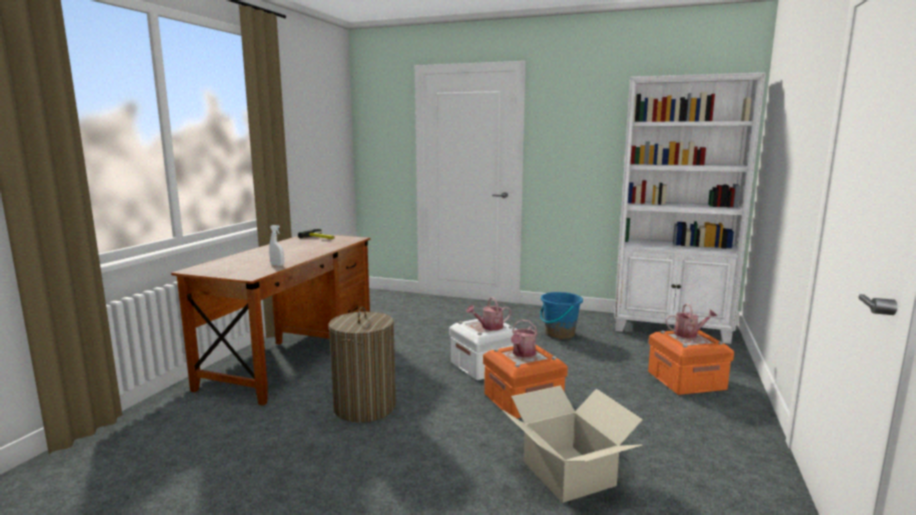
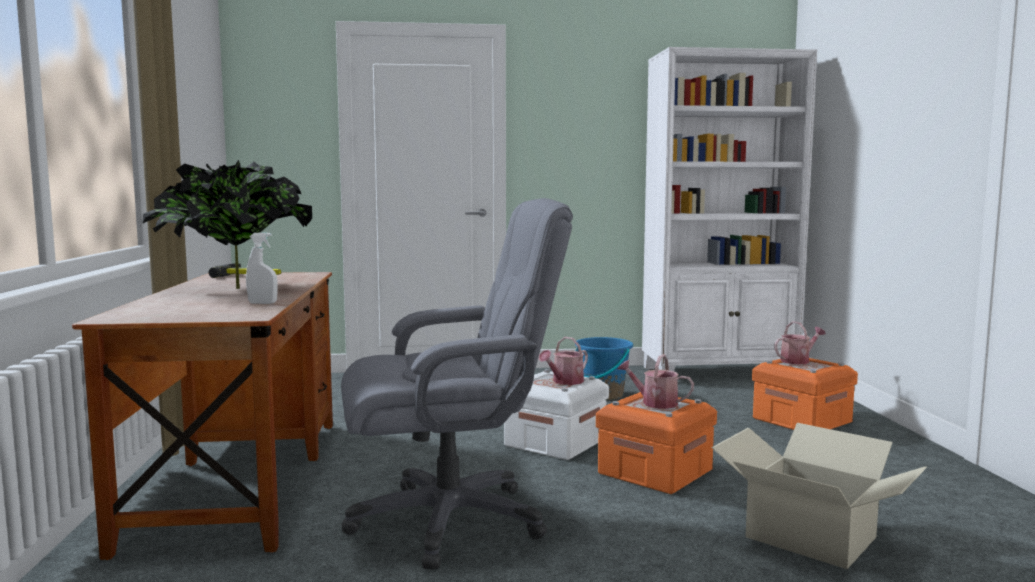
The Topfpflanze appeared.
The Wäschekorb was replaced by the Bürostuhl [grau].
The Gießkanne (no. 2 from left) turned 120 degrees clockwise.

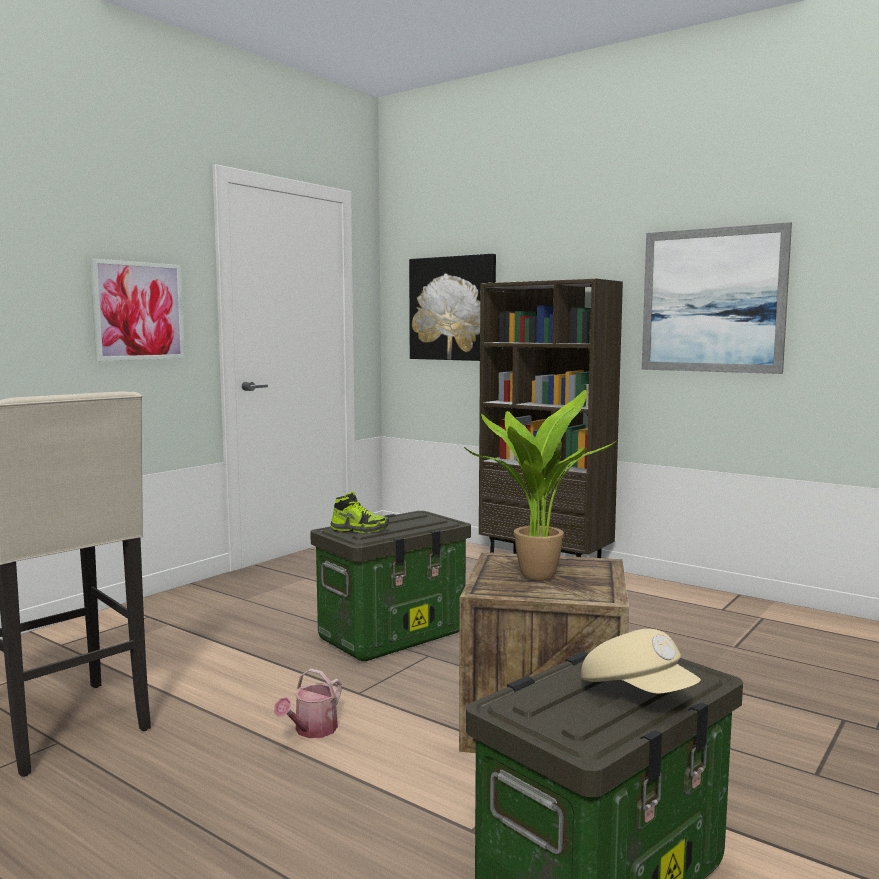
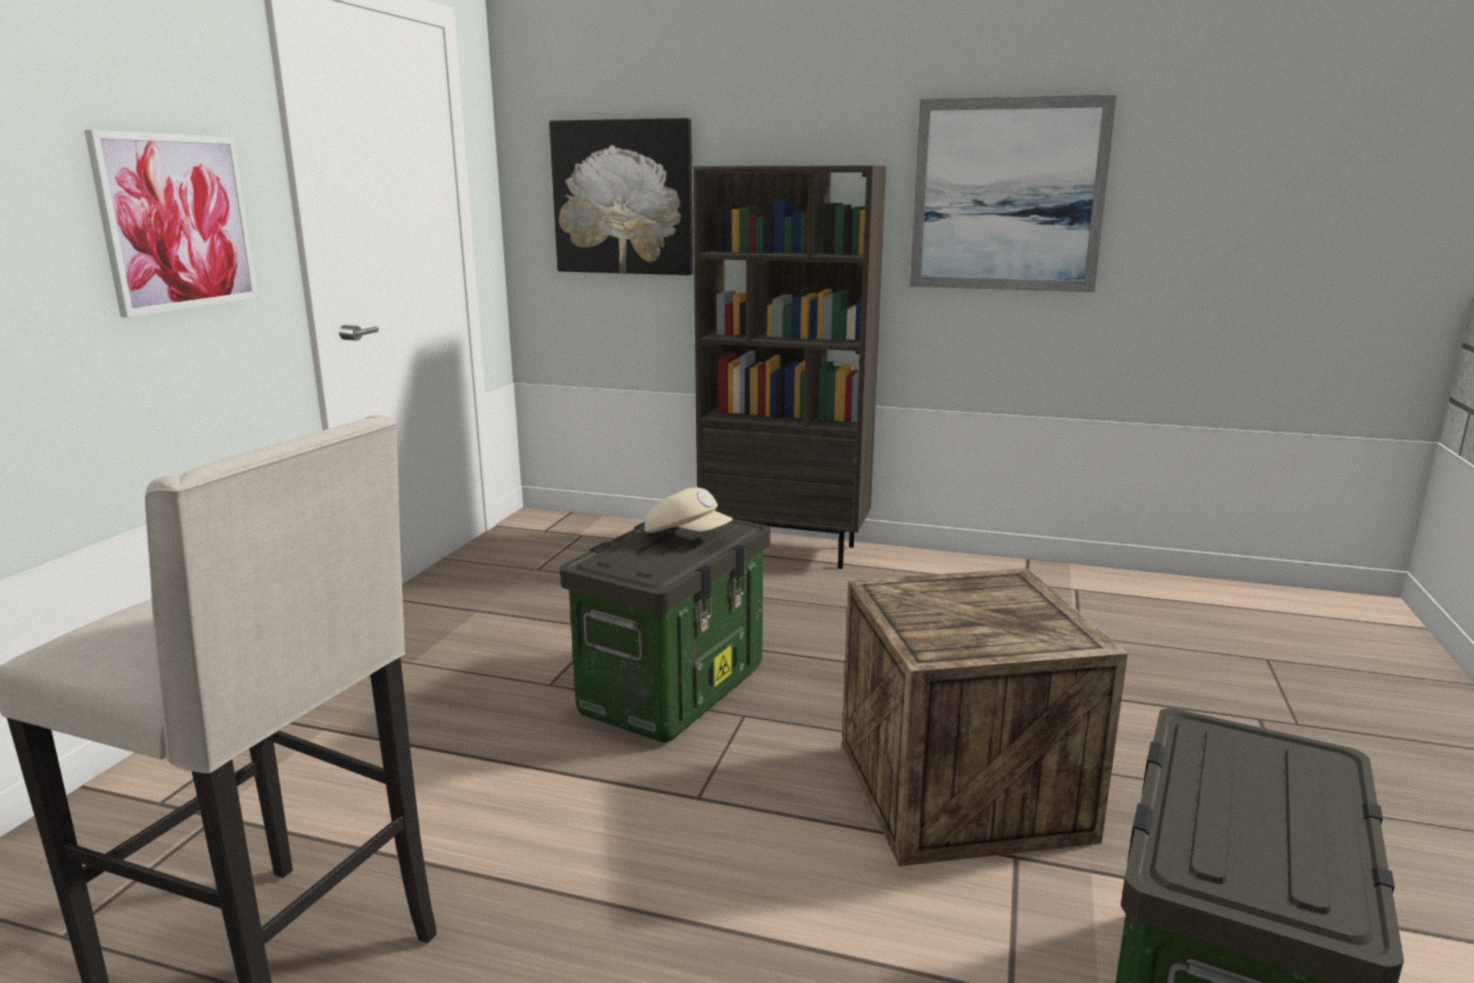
The Kappe [beige] moved.
The Gießkanne disappeared.
The Schuh disappeared.
The Topfpflanze disappeared.

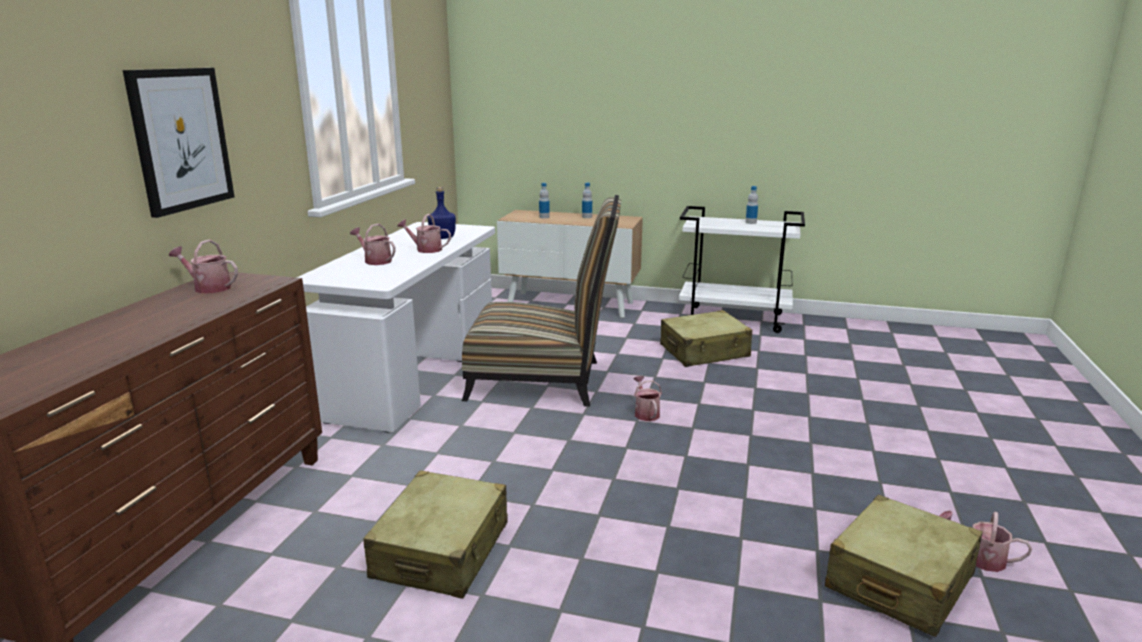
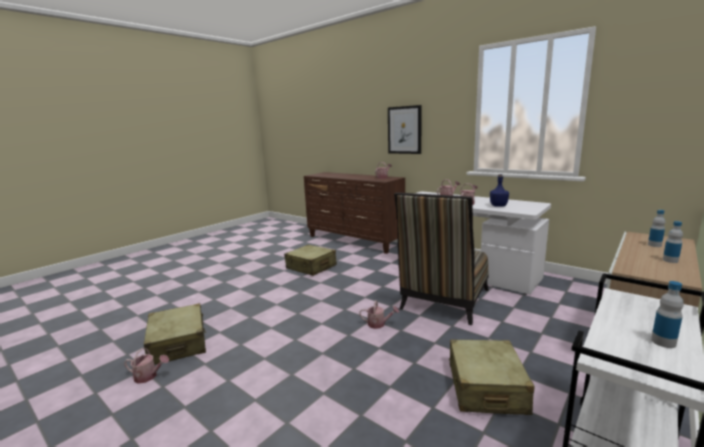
The Gießkanne (no. 5 from left in the first image) turned 45 degrees clockwise.

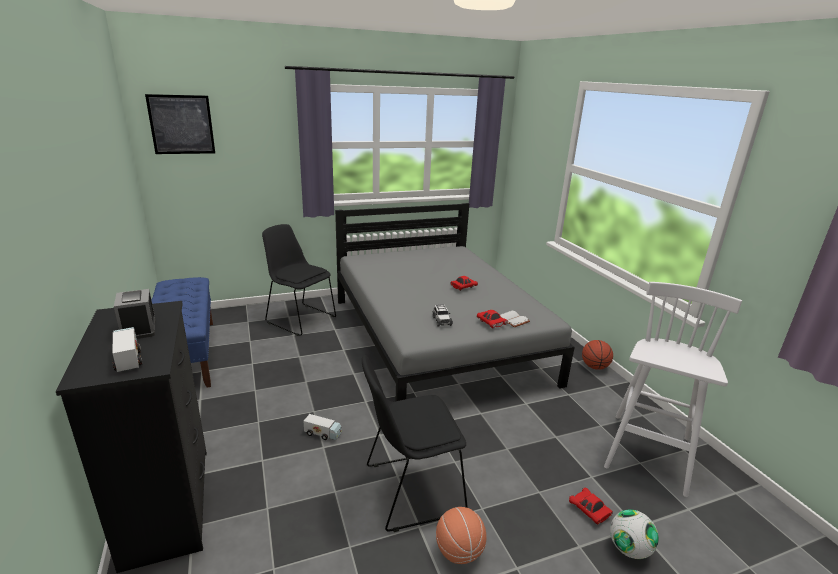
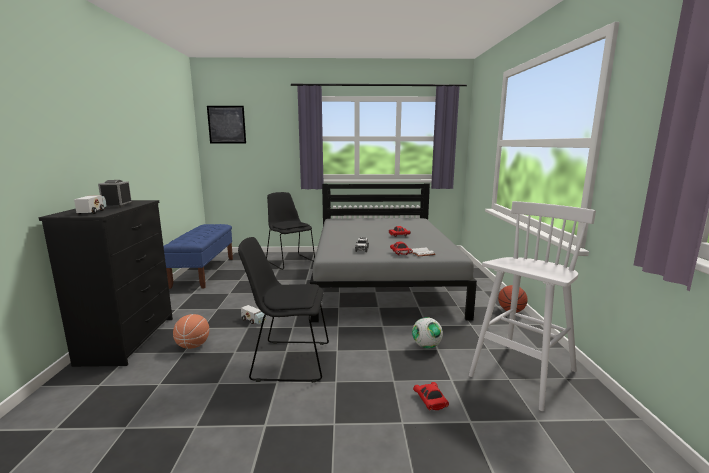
The Basketball (no. 1 from left) moved.
The Fußball moved.

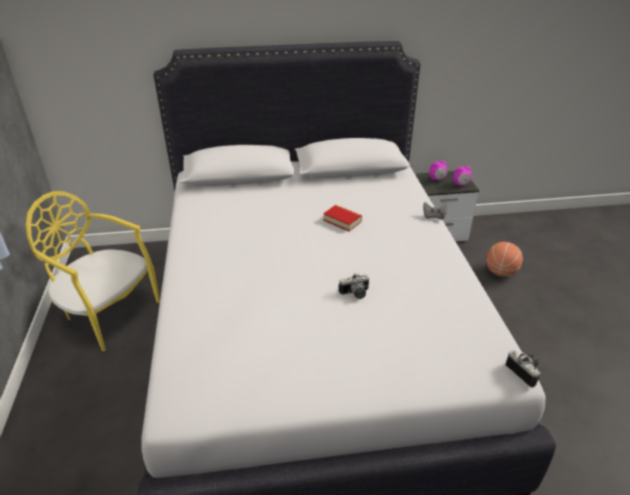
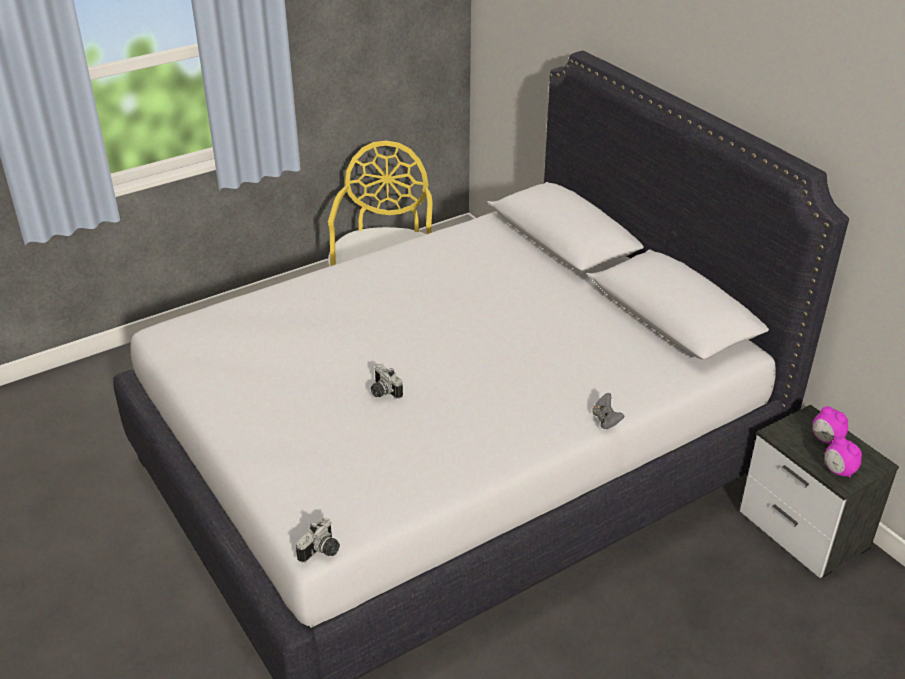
The Buch disappeared.
The Basketball disappeared.

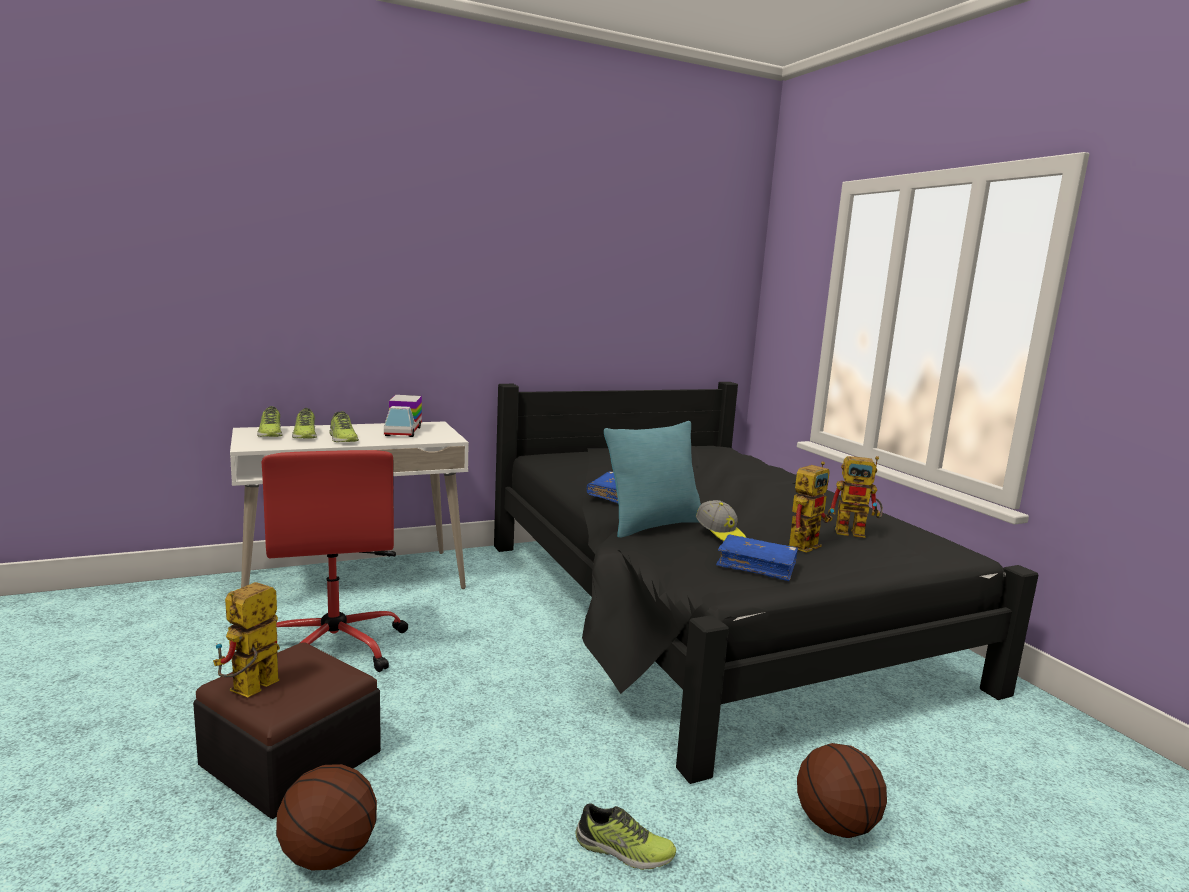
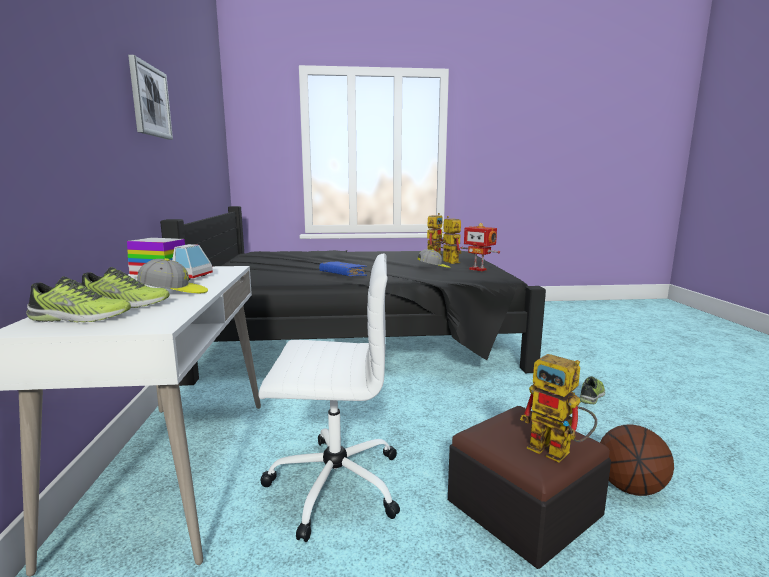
The Bild appeared.
The Schuh (no. 3 from left) was replaced by the Kappe (no. 1 from left).
The Bürostuhl [rot] became the Bürostuhl [weiß].
The Buch [blau] (no. 2 from left) was replaced by the Spielzeugroboter (no. 3 from left).
The Kissen [türkis] disappeared.
The Basketball (no. 2 from left) disappeared.

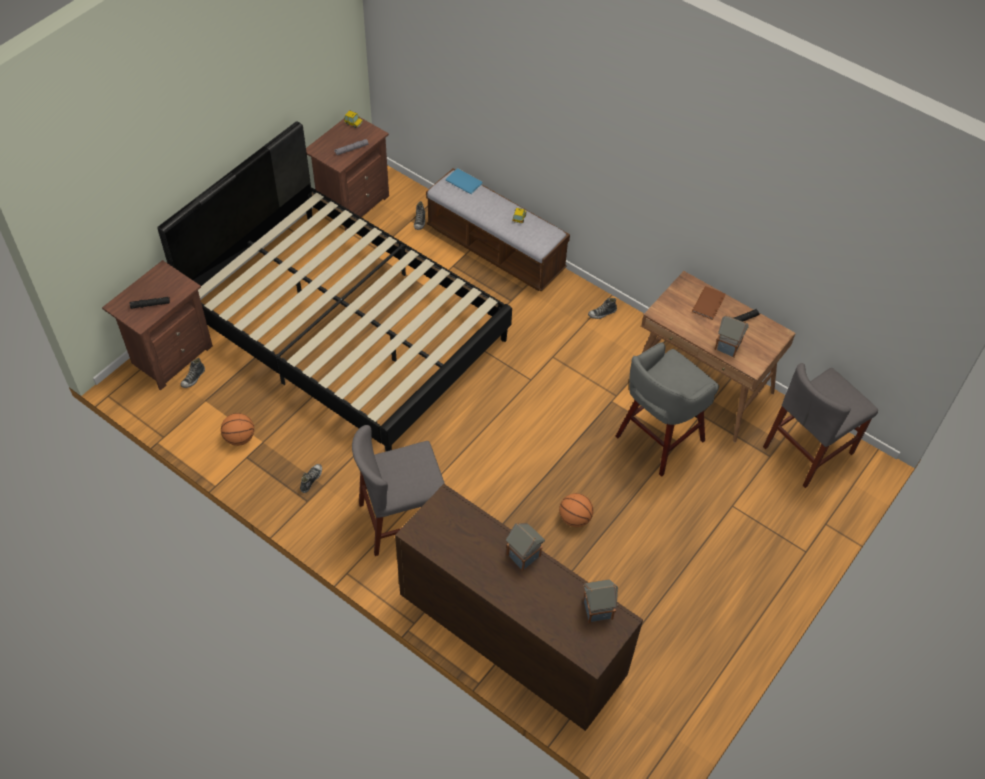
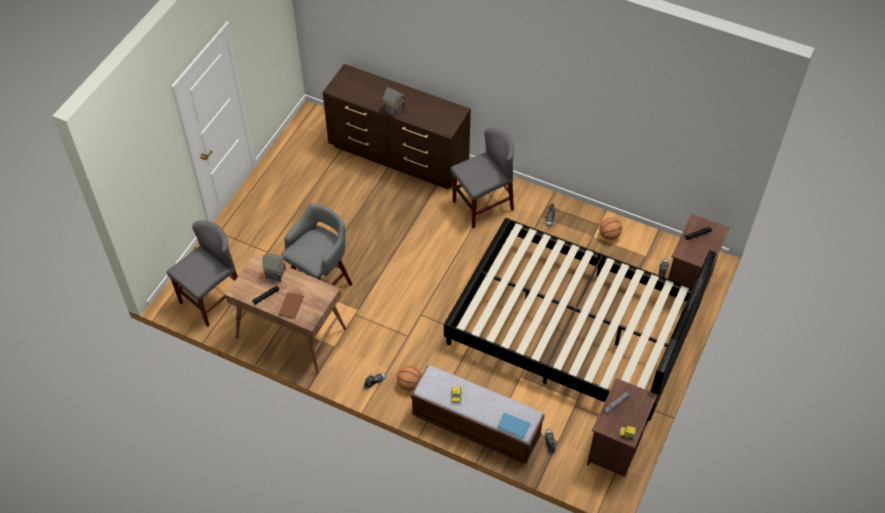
The Basketball (no. 2 from left in the first image) moved.
The Spielzeughaus (no. 2 from left) disappeared.

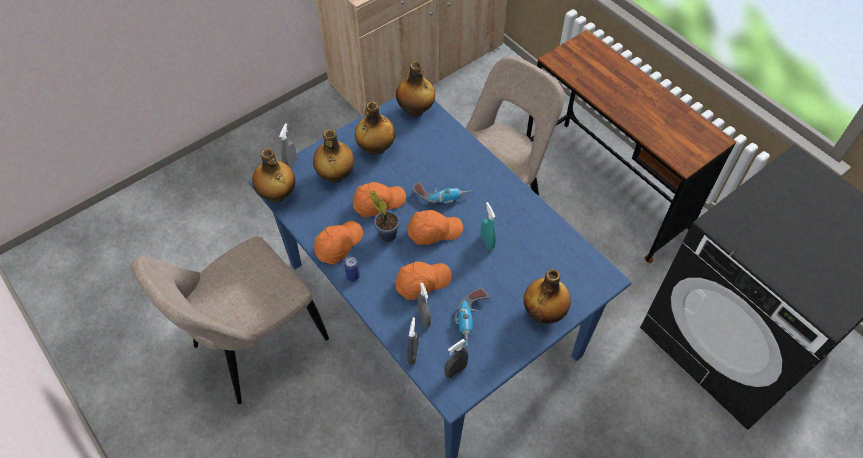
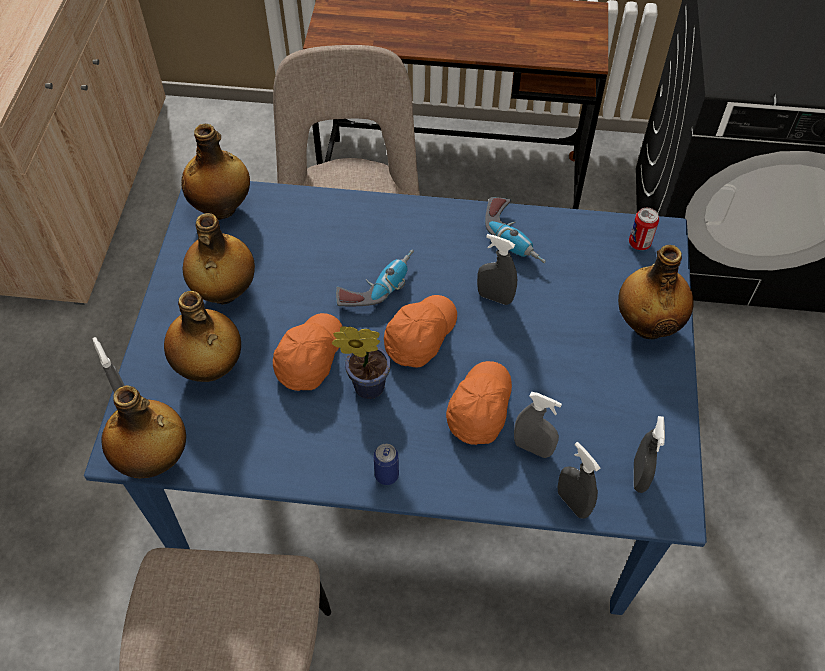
The Sprühflasche [türkis] became the Sprühflasche [grau] (no. 2 from left).
The Bohrmaschine (no. 2 from left) moved.
The Dose (no. 2 from left) appeared.
The Kappe [orange] (no. 1 from left) disappeared.

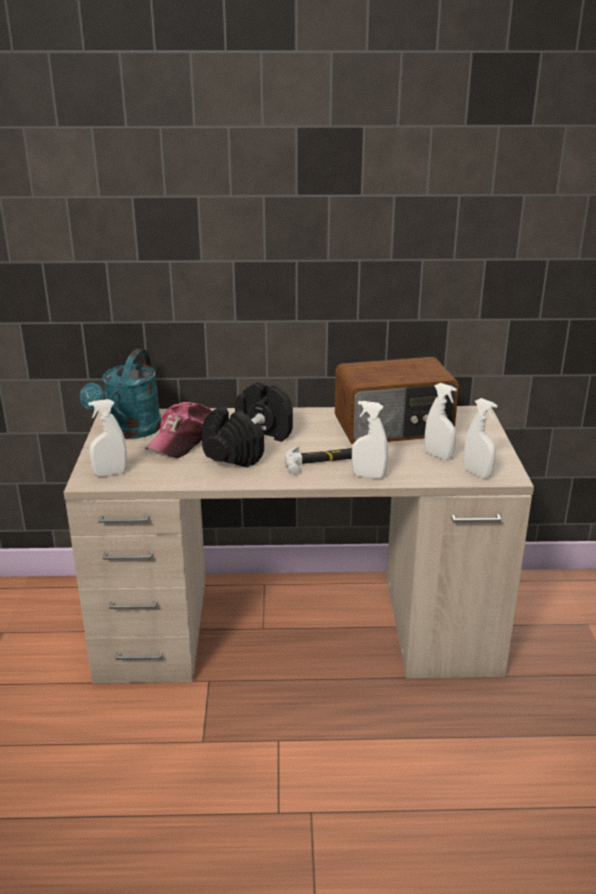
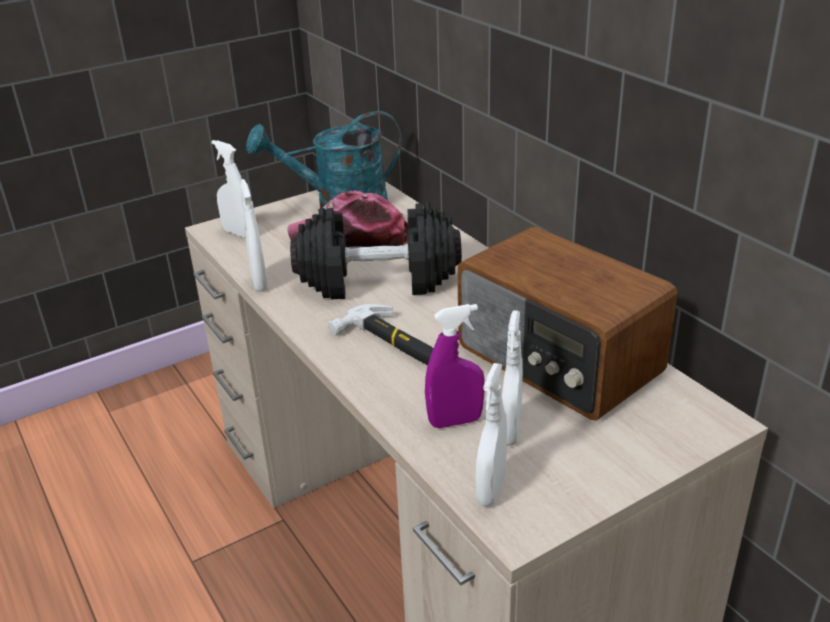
The Sprühflasche [weiß] (no. 2 from left) moved.
The Sprühflasche [lila] appeared.

